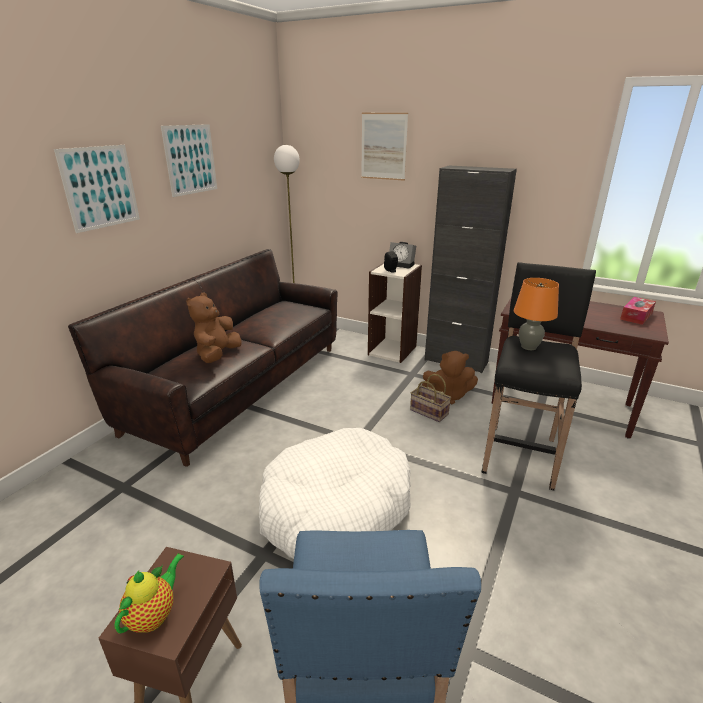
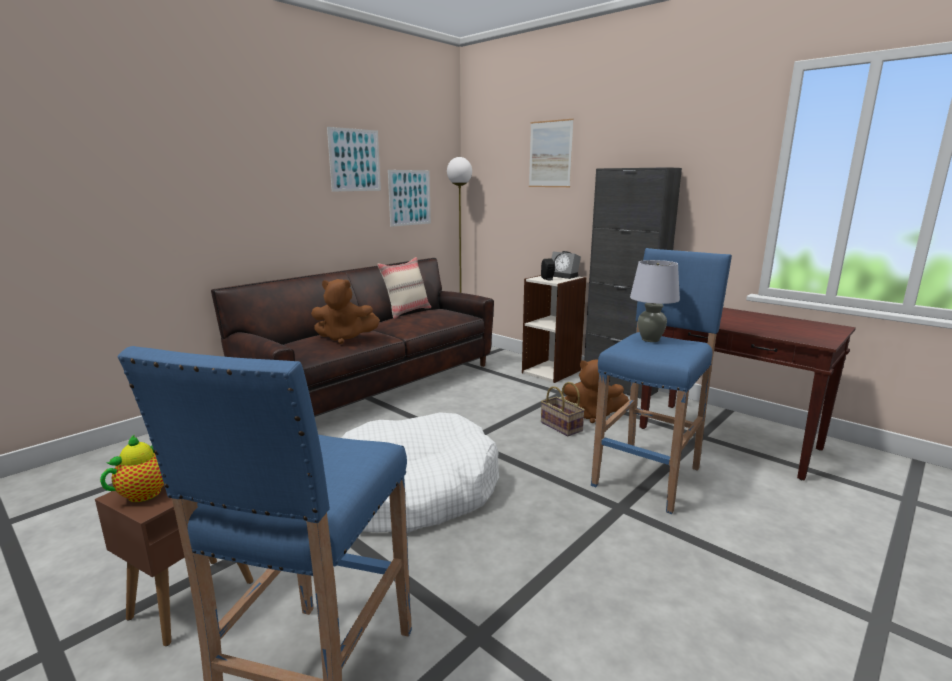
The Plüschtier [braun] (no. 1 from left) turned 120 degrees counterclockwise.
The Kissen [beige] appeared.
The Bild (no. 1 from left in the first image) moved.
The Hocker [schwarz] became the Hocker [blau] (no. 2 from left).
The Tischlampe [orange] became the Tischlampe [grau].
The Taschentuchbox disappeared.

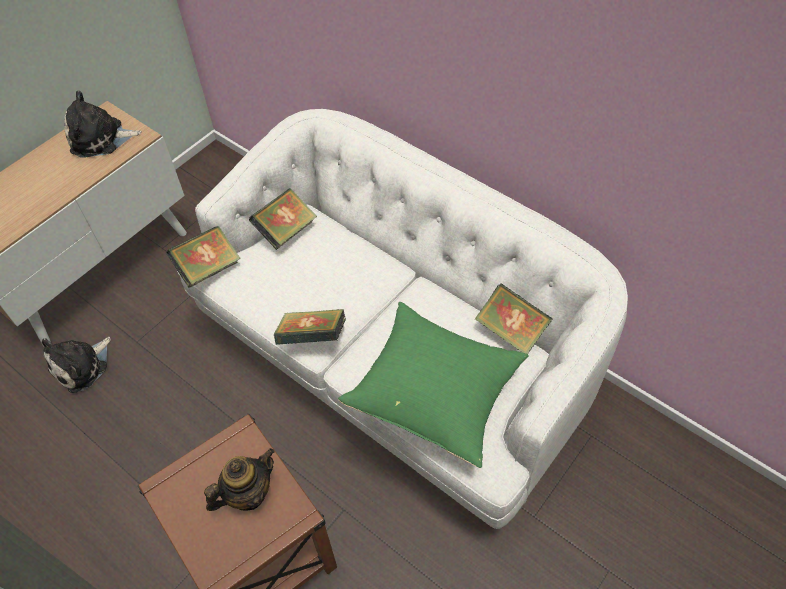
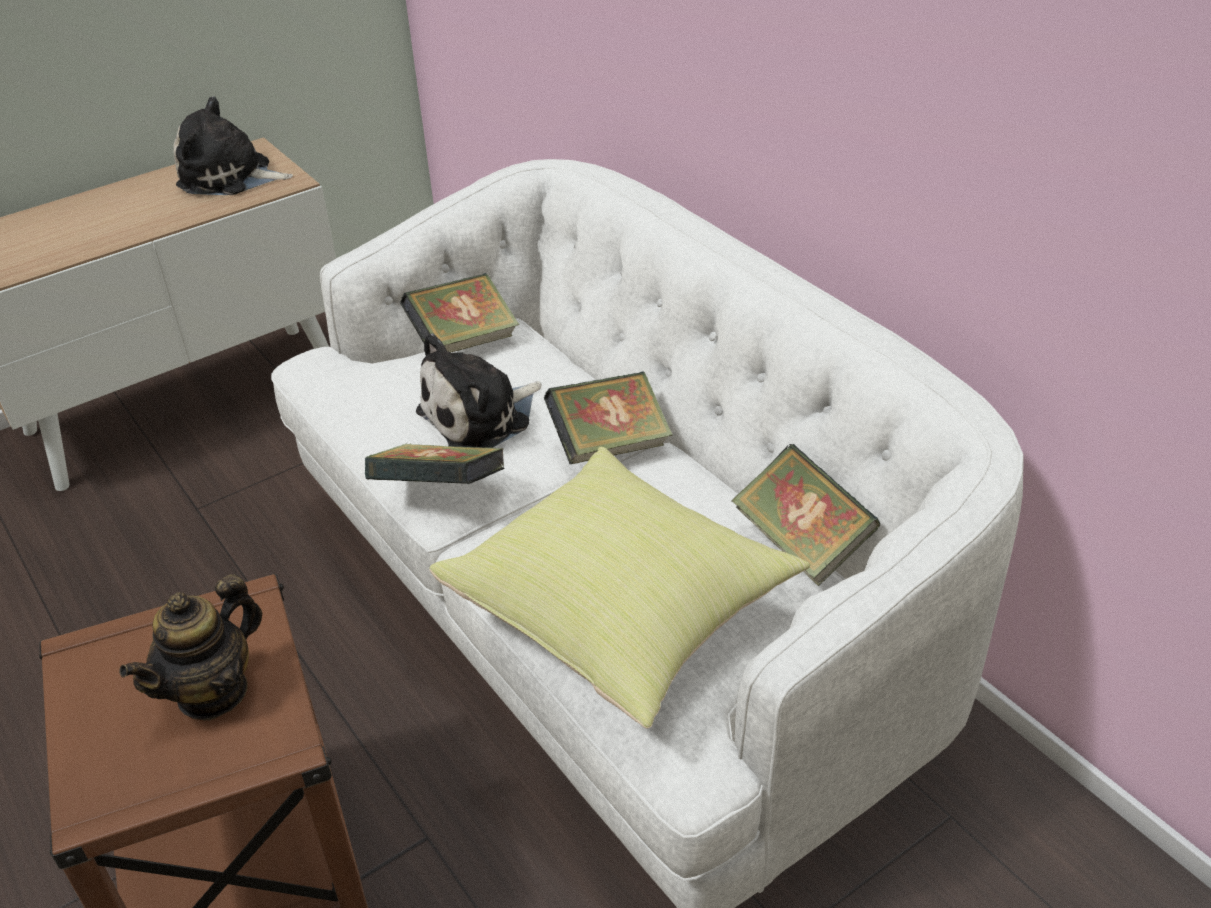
The Teekanne turned 150 degrees clockwise.
The Plüschtier (no. 1 from left in the first image) moved.
The Kissen [grün] became the Kissen [gelb].
The Buch (no. 1 from left in the first image) moved.

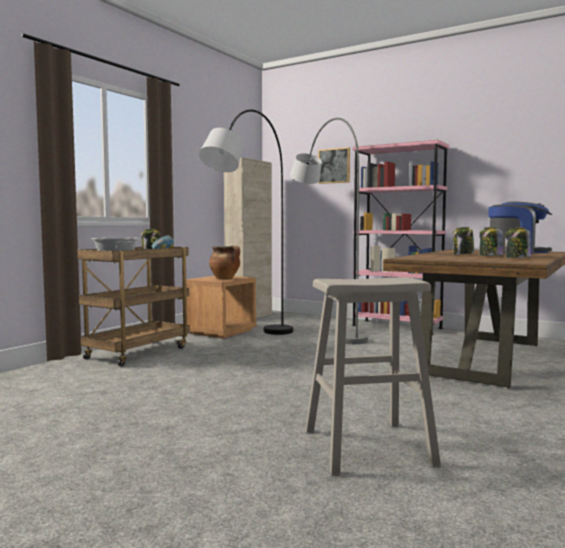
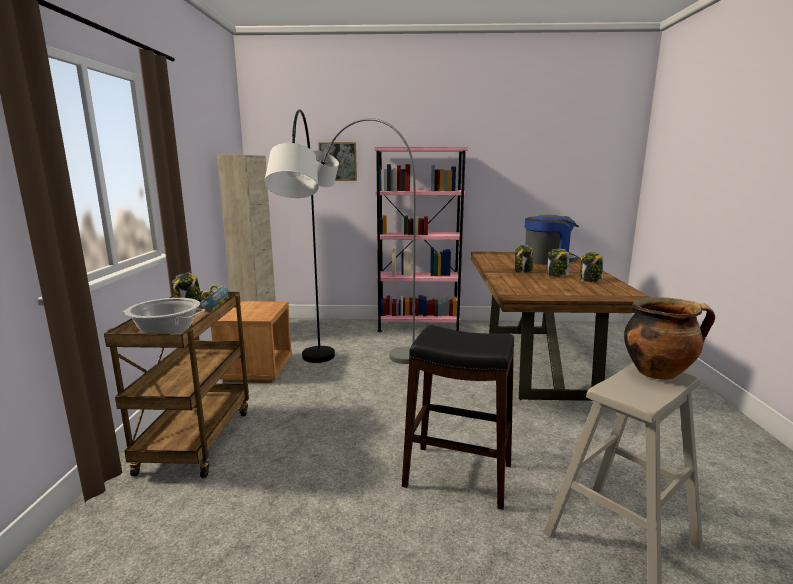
The Hocker [schwarz] appeared.
The Kochtopf (no. 2 from left) moved.

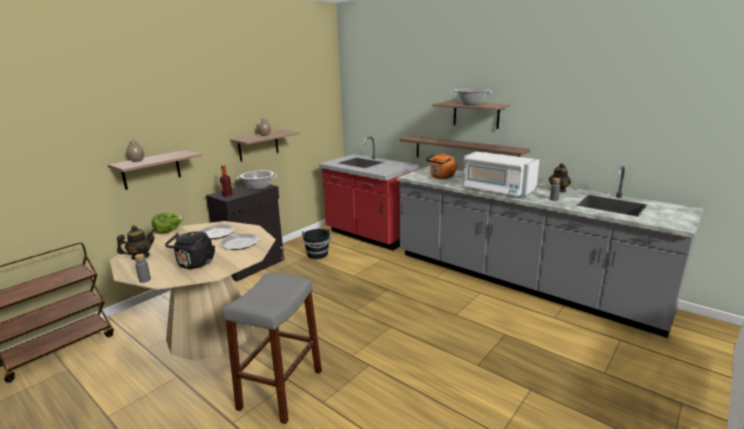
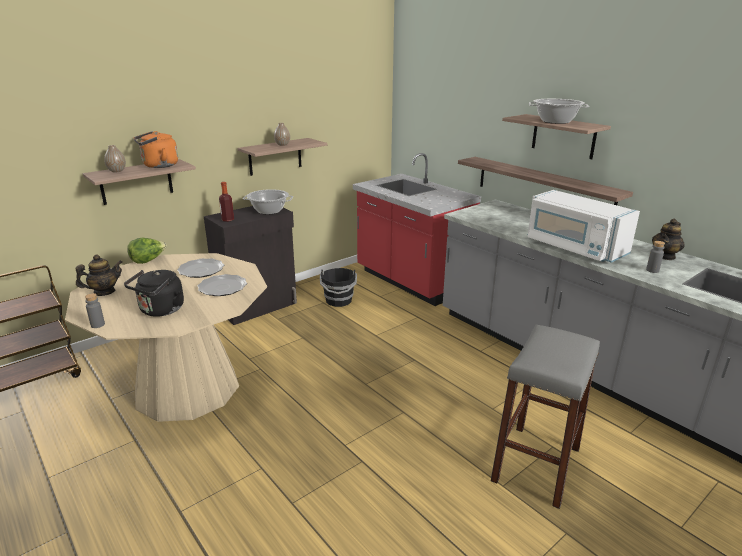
The Wasserkessel [orange] moved.
The Hocker [grau] moved.

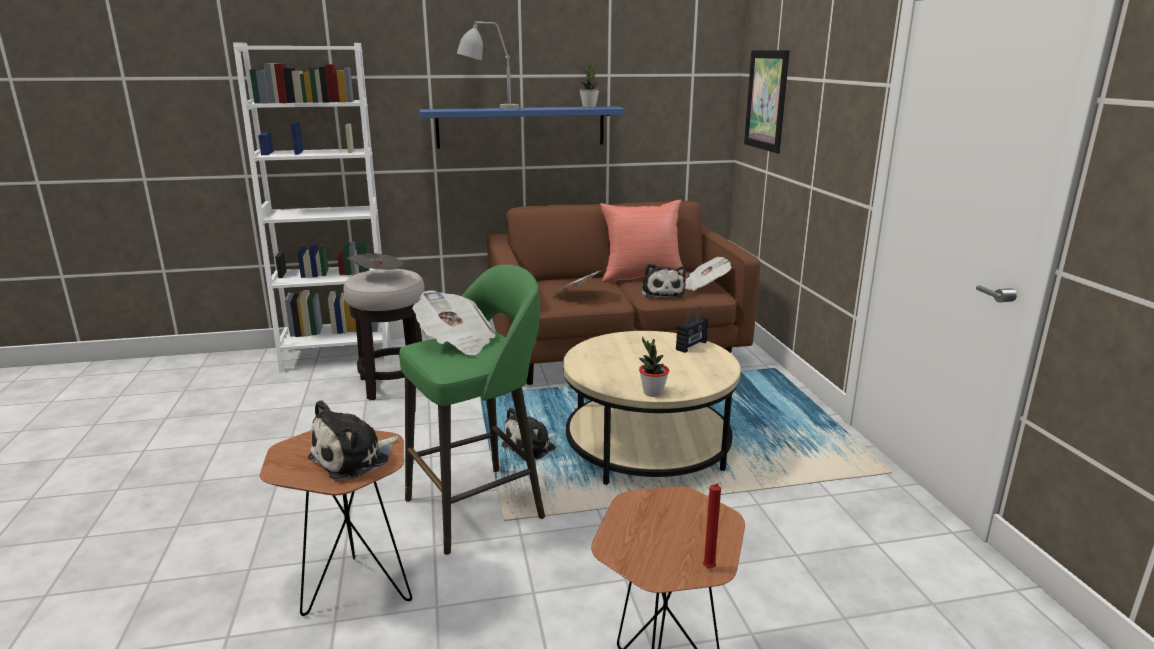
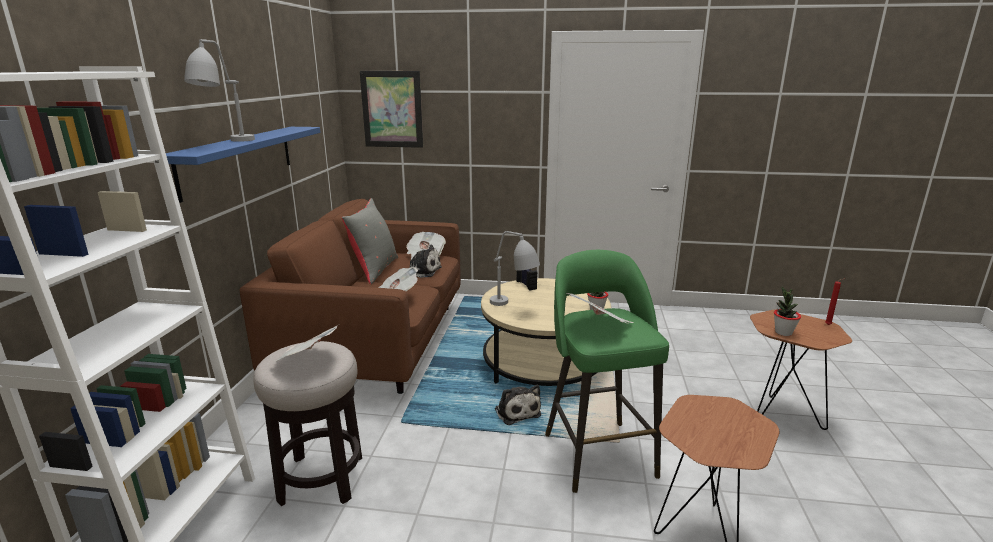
The Kissen [rot] became the Kissen [grau].
The Tischlampe [grau] (no. 2 from left) appeared.
The Topfpflanze (no. 1 from left in the first image) moved.
The Plüschtier (no. 1 from left) disappeared.

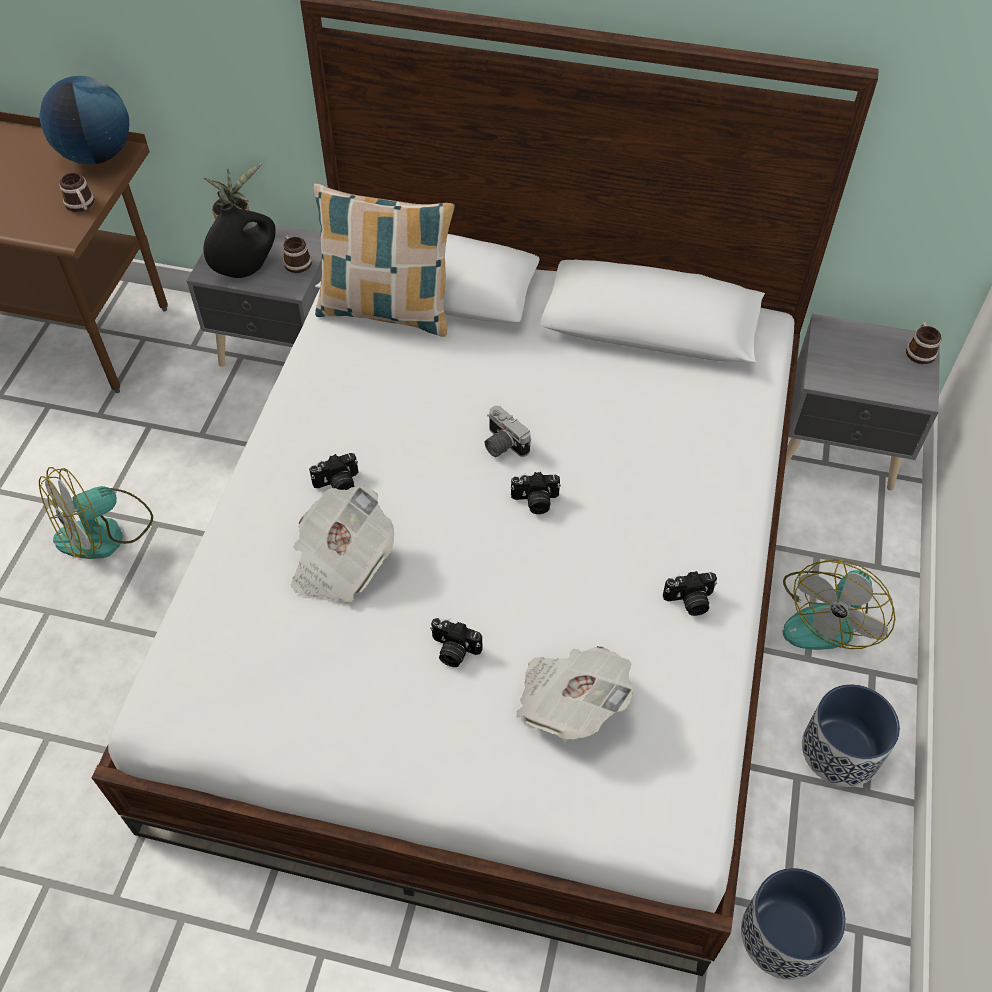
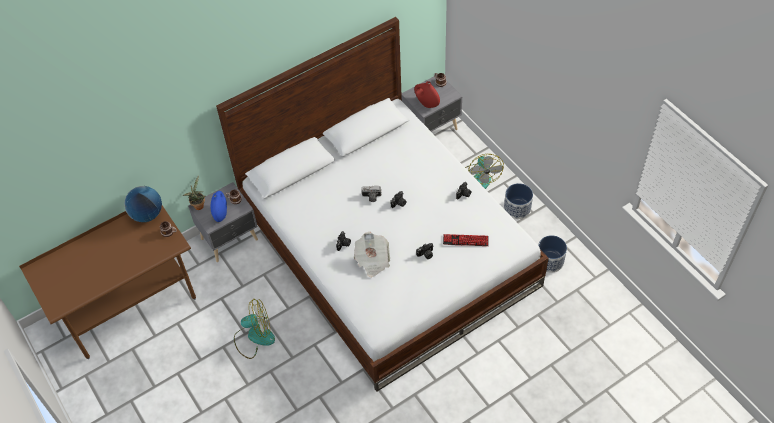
The Vase [schwarz] became the Vase [blau].
The Ventilator (no. 1 from left) turned 105 degrees counterclockwise.
The Vase [rot] appeared.
The Zeitung (no. 2 from left) was replaced by the Tastatur.
The Kissen disappeared.

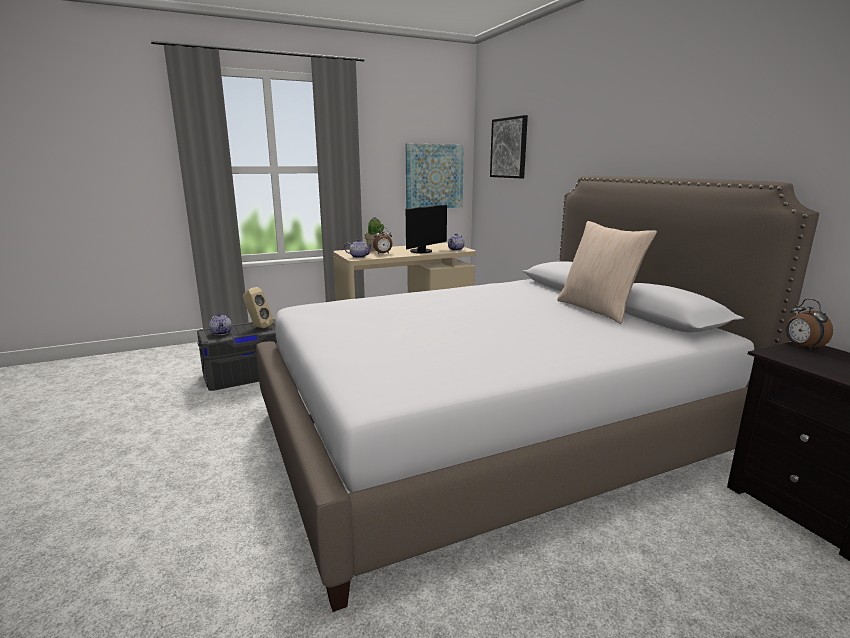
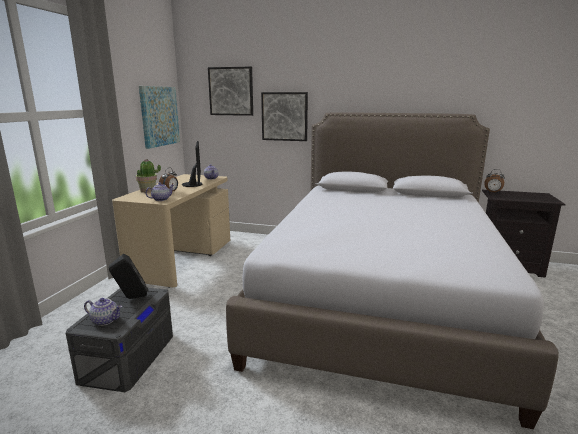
The Lautsprecher [beige] became the Lautsprecher [schwarz].
The Bild (no. 3 from left) appeared.
The Kissen [beige] disappeared.

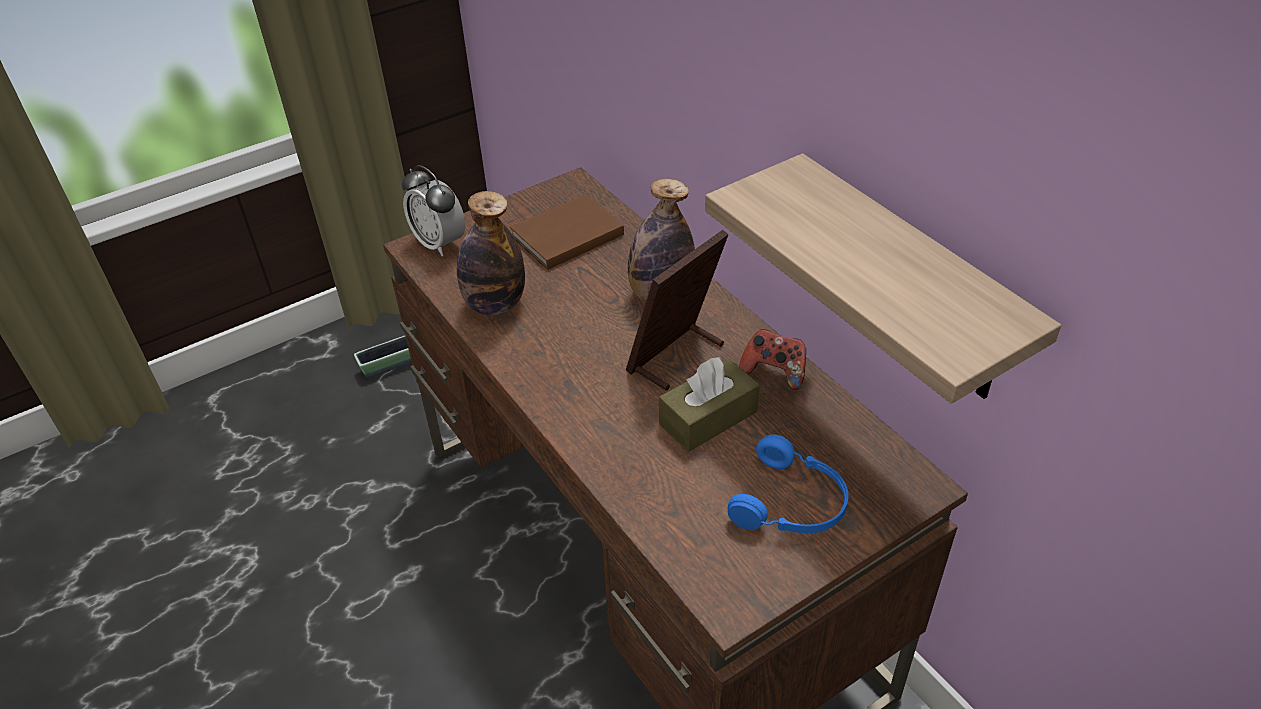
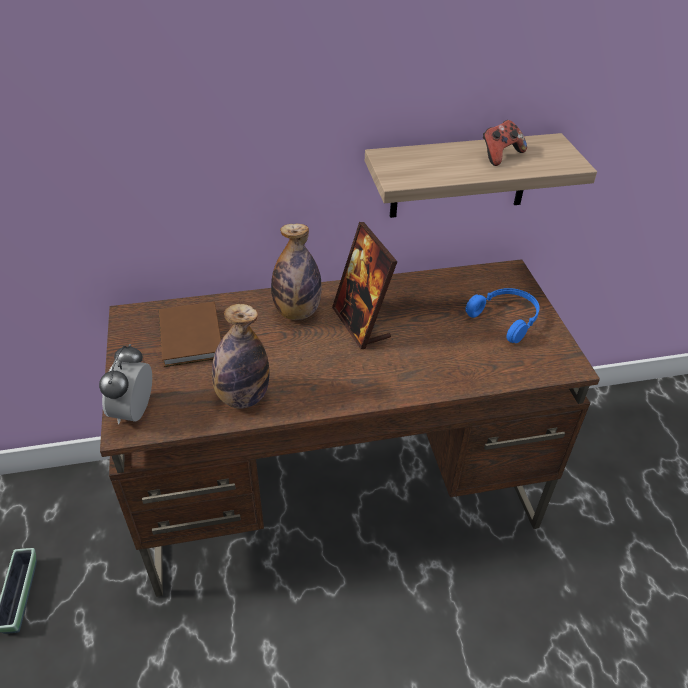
The Wecker turned 120 degrees clockwise.
The Gamepad moved.
The Taschentuchbox [braun] disappeared.

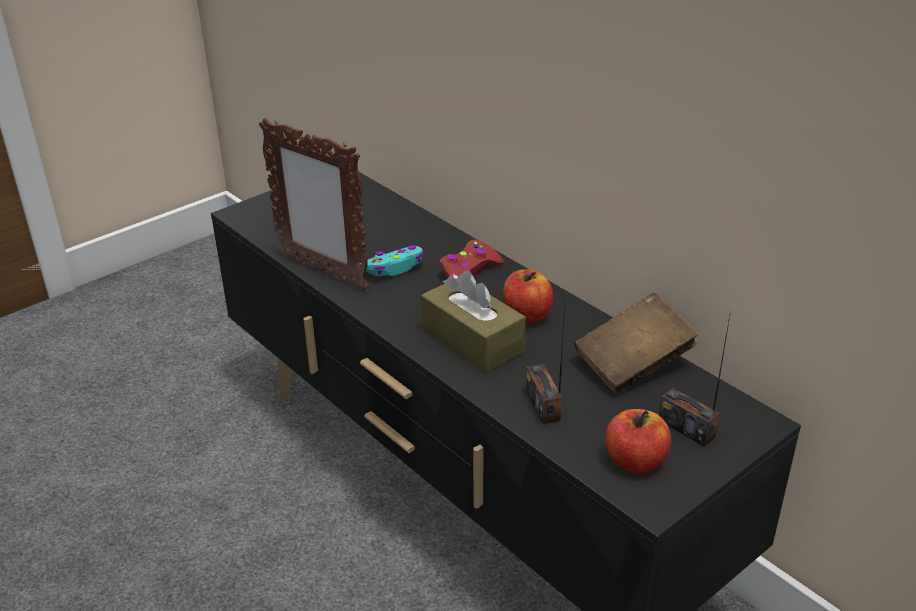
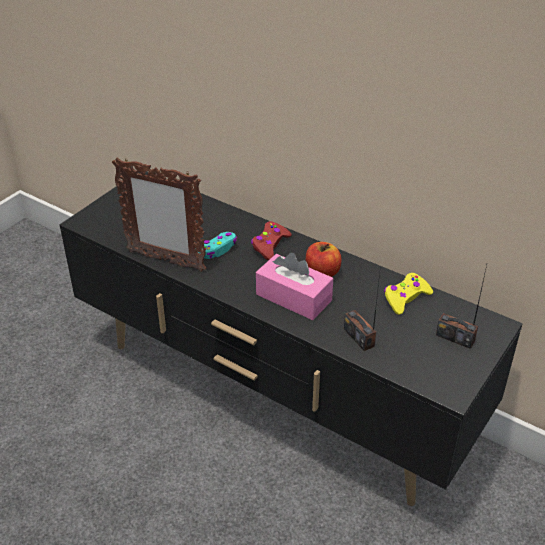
The Taschentuchbox [braun] became the Taschentuchbox [rosa].
The Buch [braun] was replaced by the Gamepad [gelb].
The Apfel (no. 2 from left) disappeared.

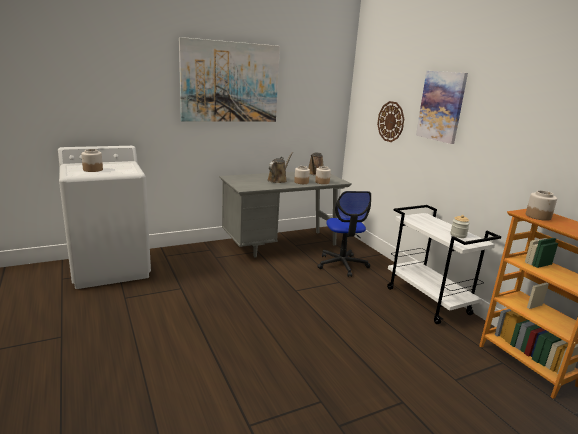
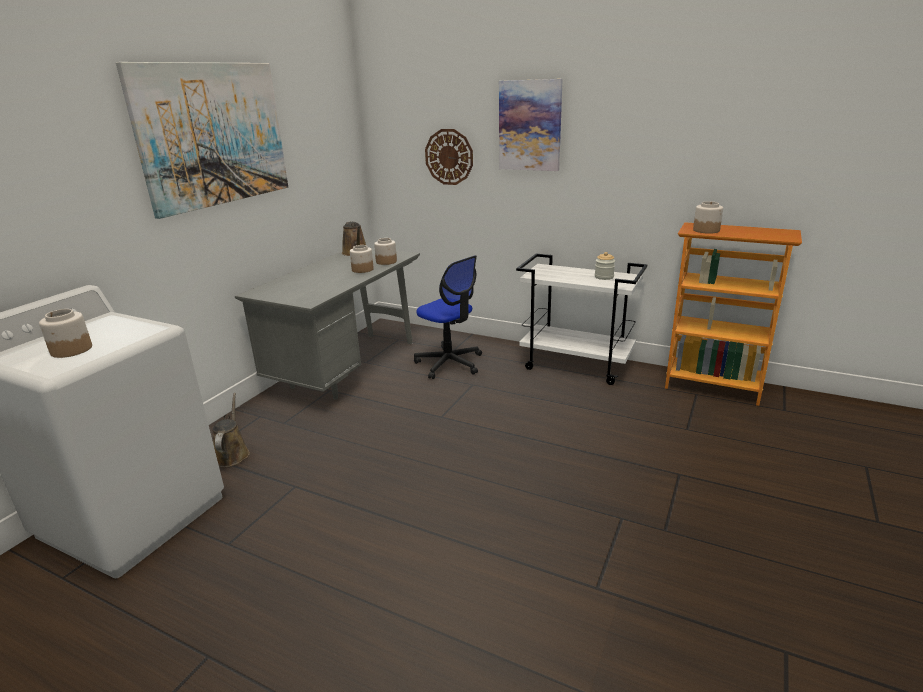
The Gießkanne [braun] (no. 1 from left) moved.

